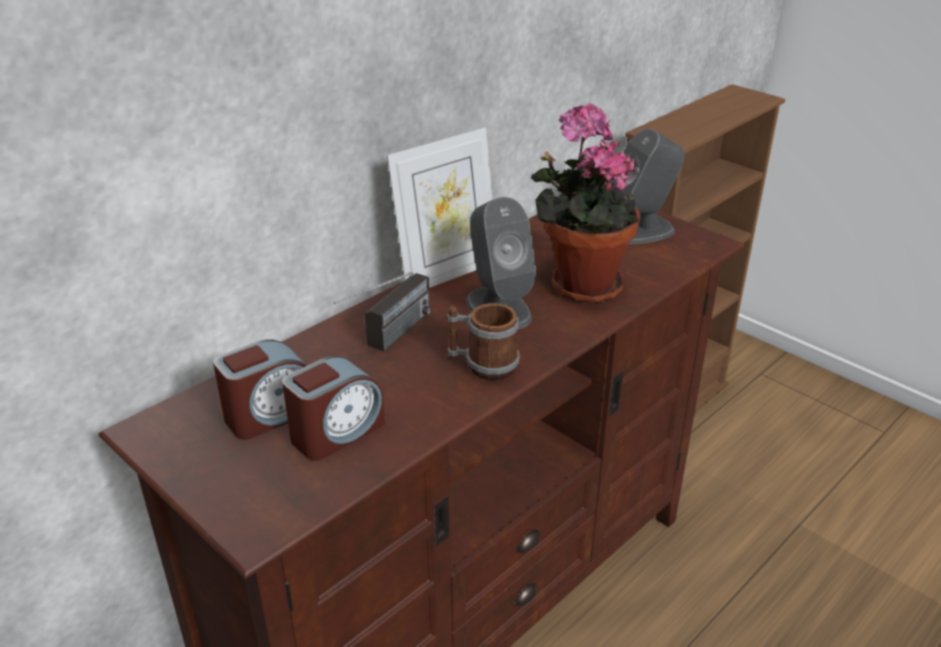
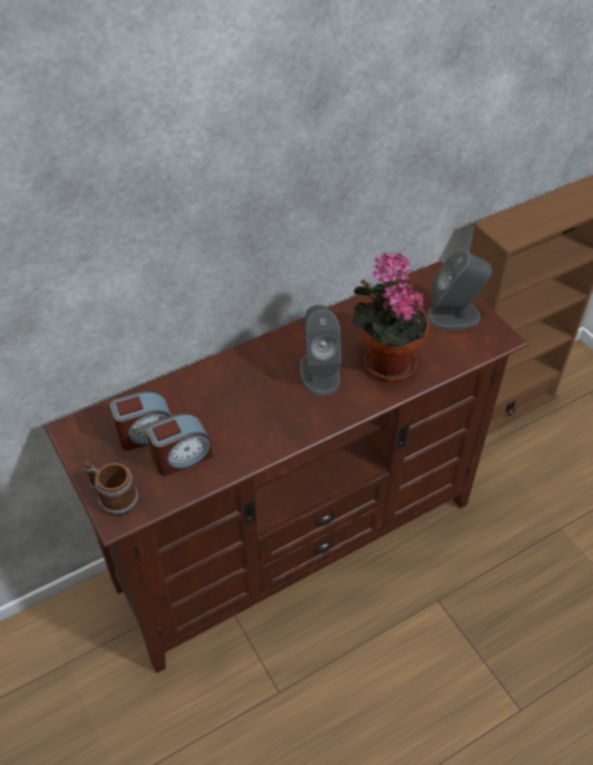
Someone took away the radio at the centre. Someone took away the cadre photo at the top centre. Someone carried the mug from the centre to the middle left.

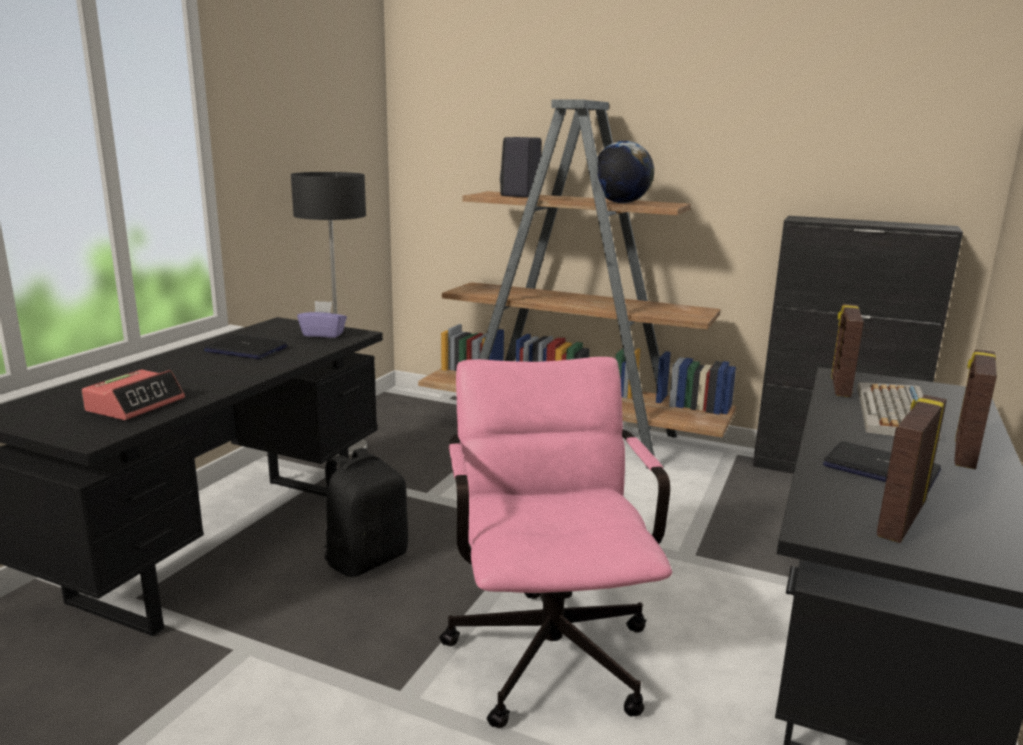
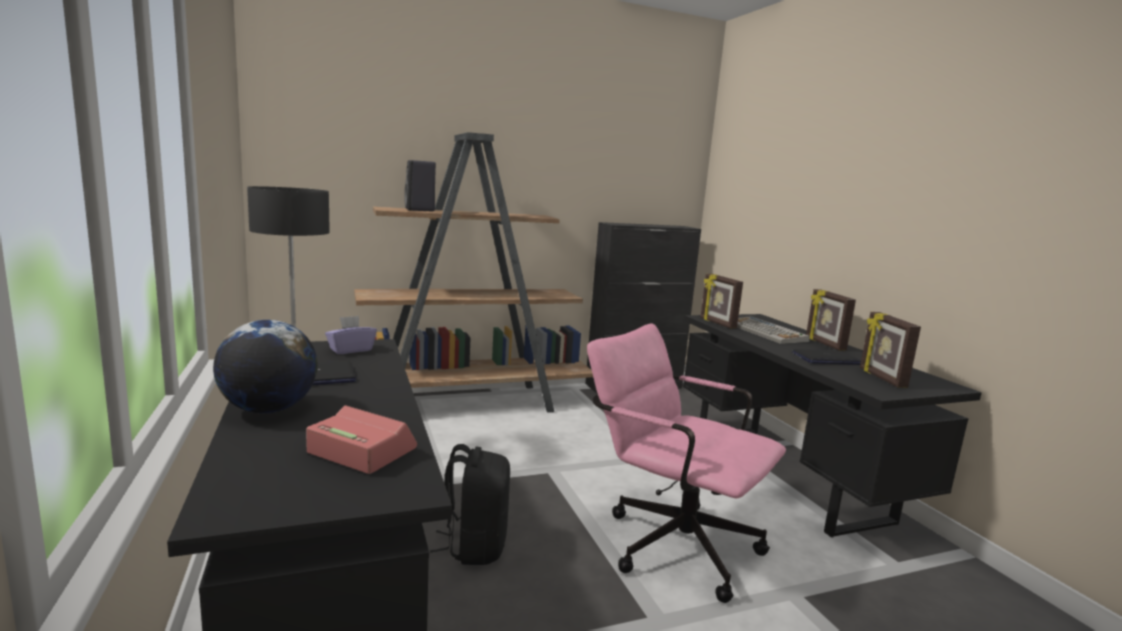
Someone rotated the réveil at the middle left by 45 degrees counterclockwise. Someone carried the globe from the top centre to the middle left.

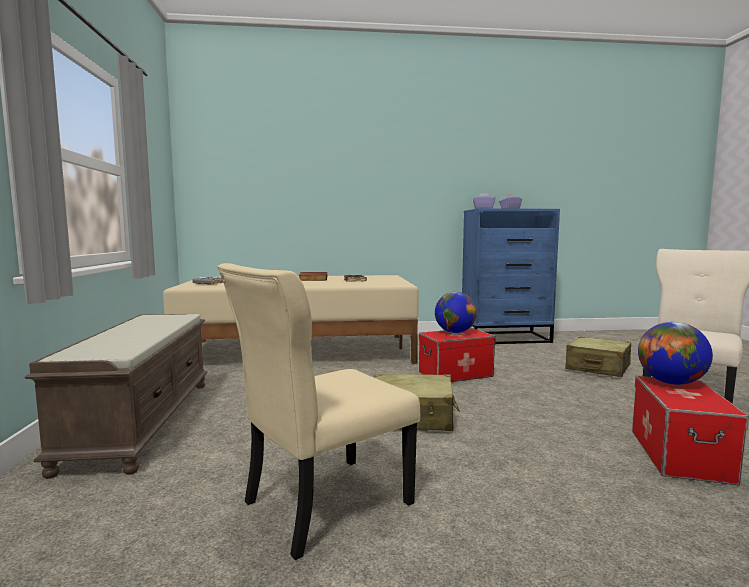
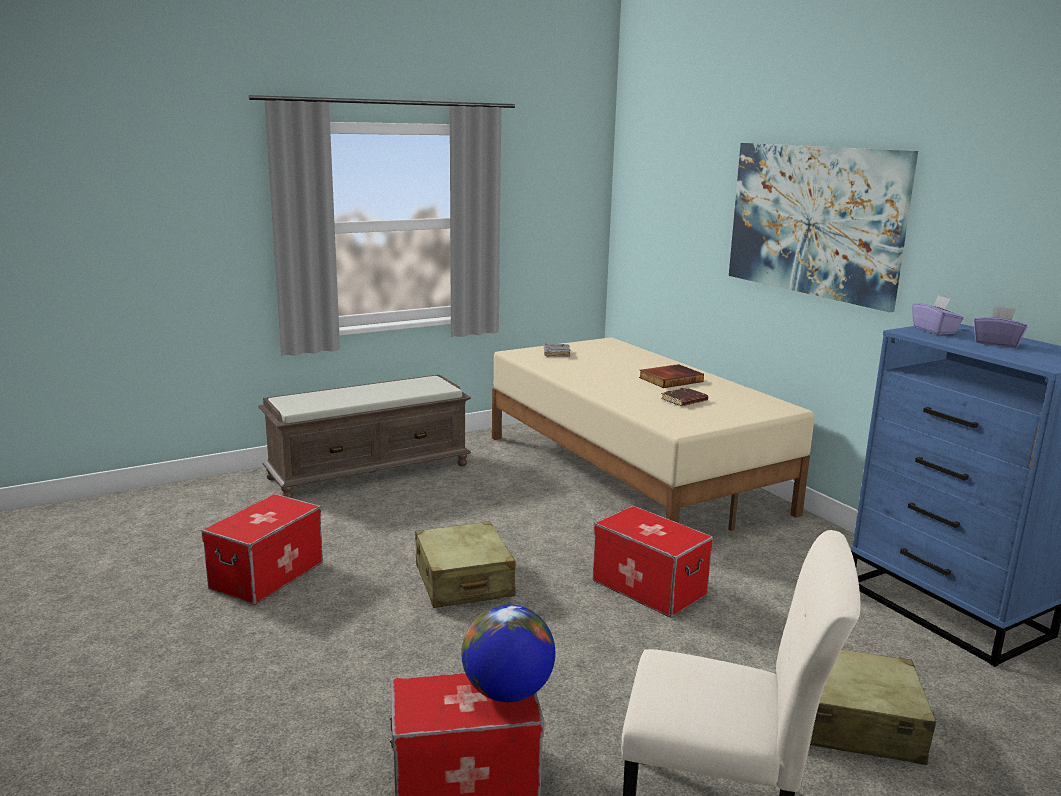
Someone swapped the chaise [beige] (1st from left) at the bottom centre for the boîte de rangement (1st from left) at the bottom left. Someone took away the globe (1st from left) at the centre. Someone put up the tableau at the top right.

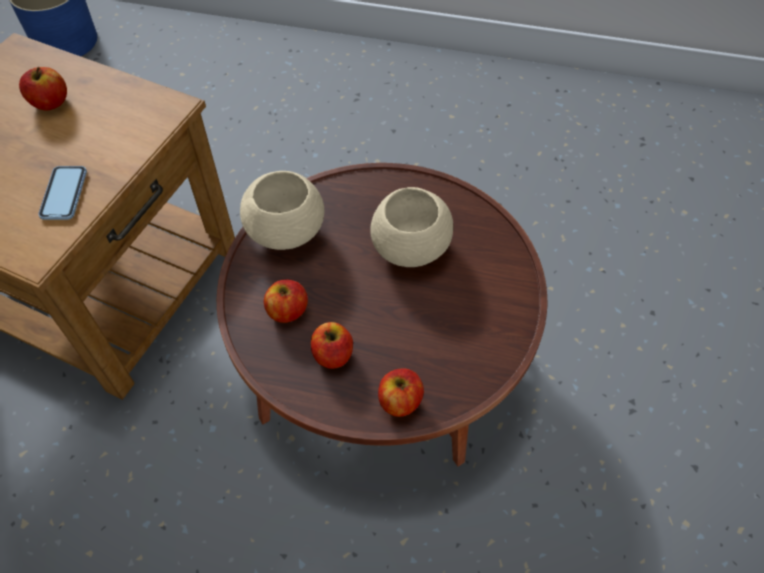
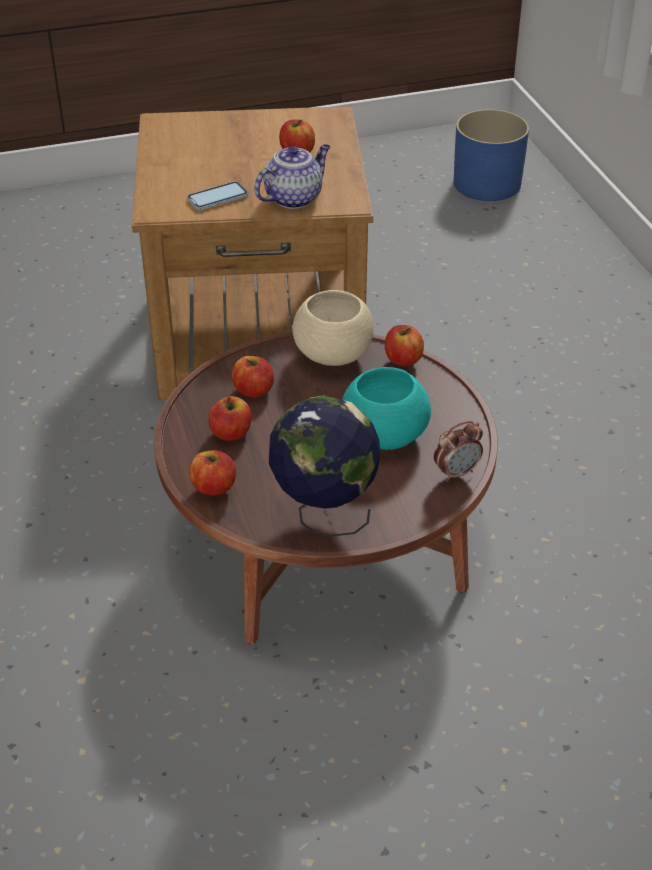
Someone repainted the bol [beige] (2nd from left) at the centre, which became the bol [turquoise] at the centre. Someone put down the théière at the top centre. Someone put down the globe at the centre. Someone put down the pomme (5th from left) at the centre. Someone put down the réveil at the middle right.

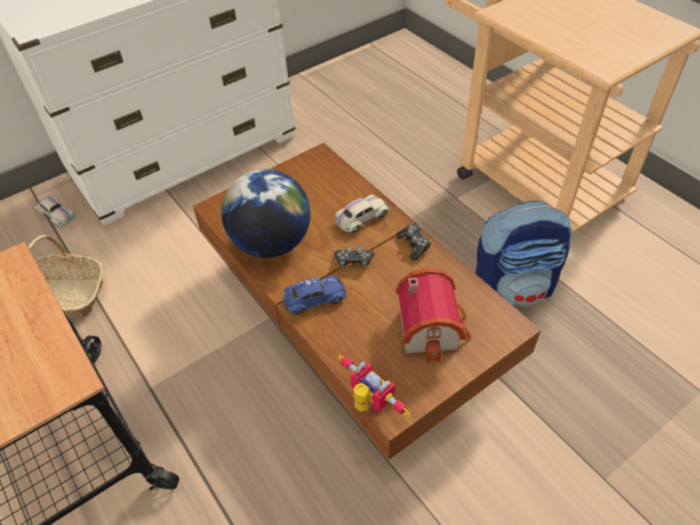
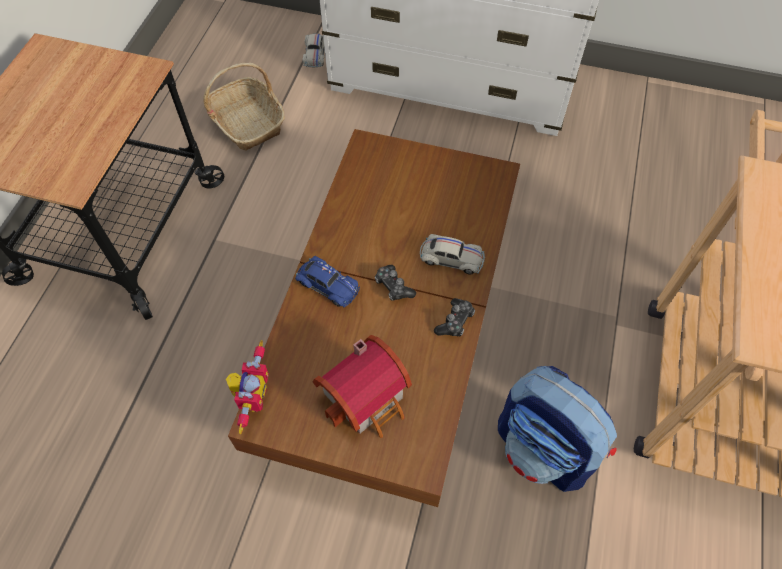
Someone took away the globe at the centre.

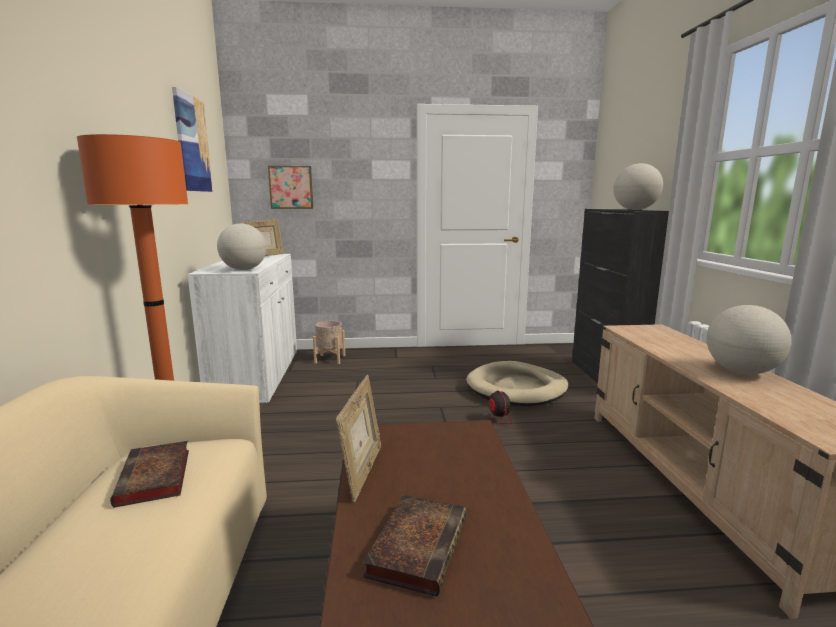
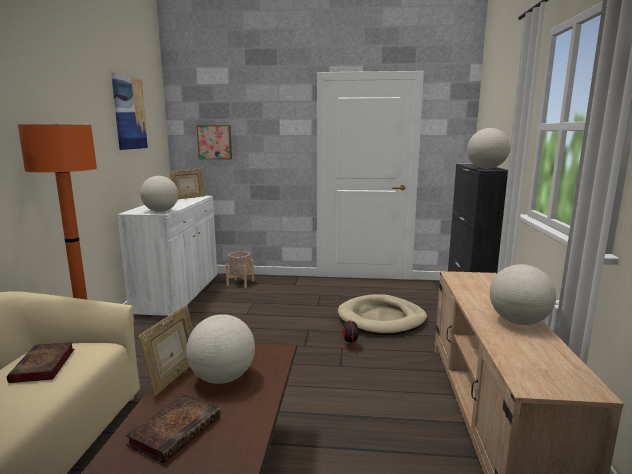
Someone put down the globe (2nd from left) at the bottom centre.

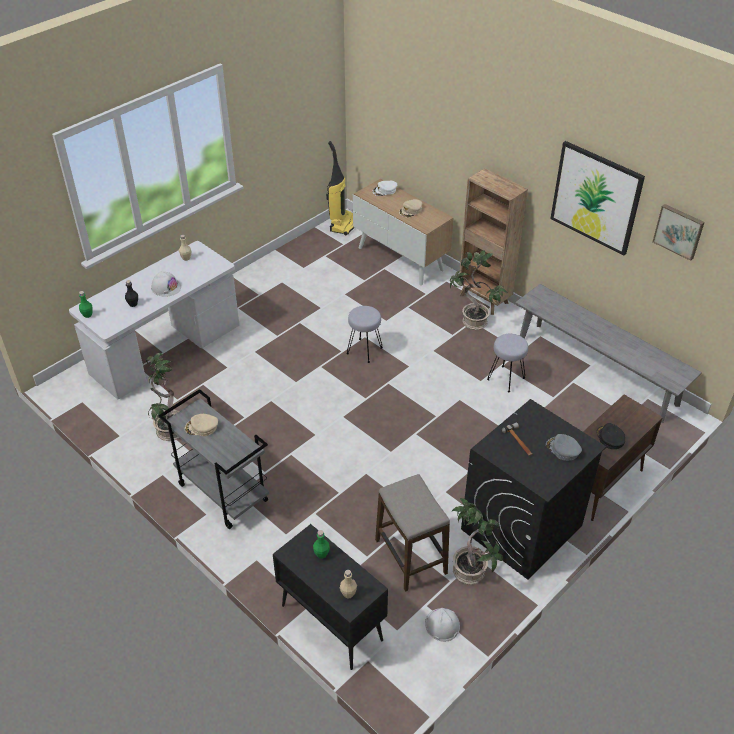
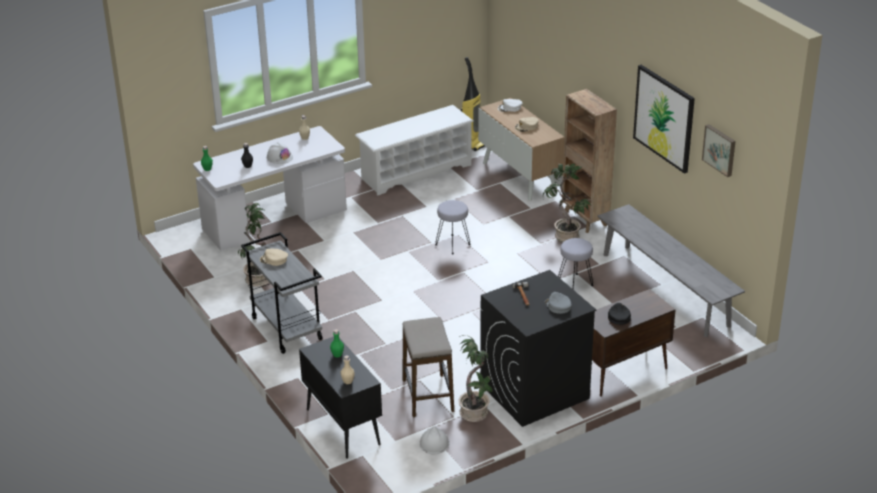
Someone put down the étagère à chaussures [blanc] at the top centre.

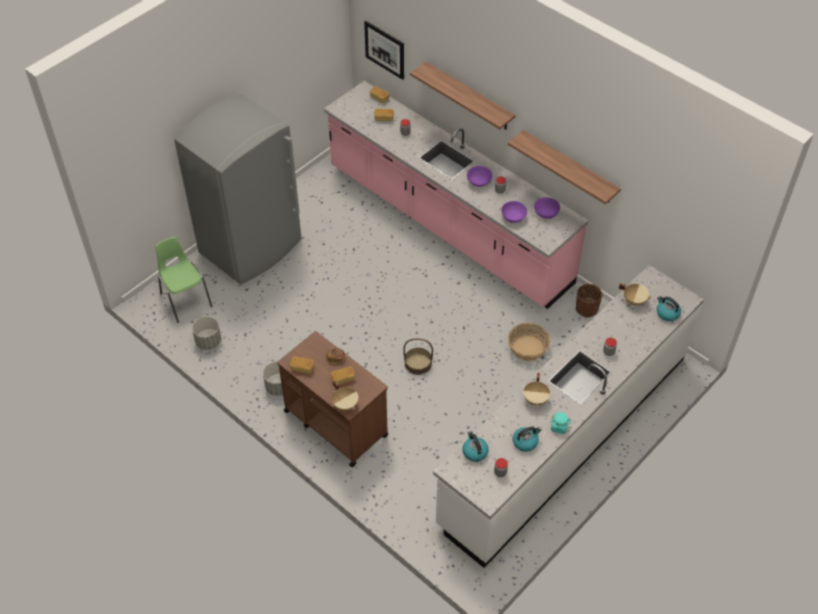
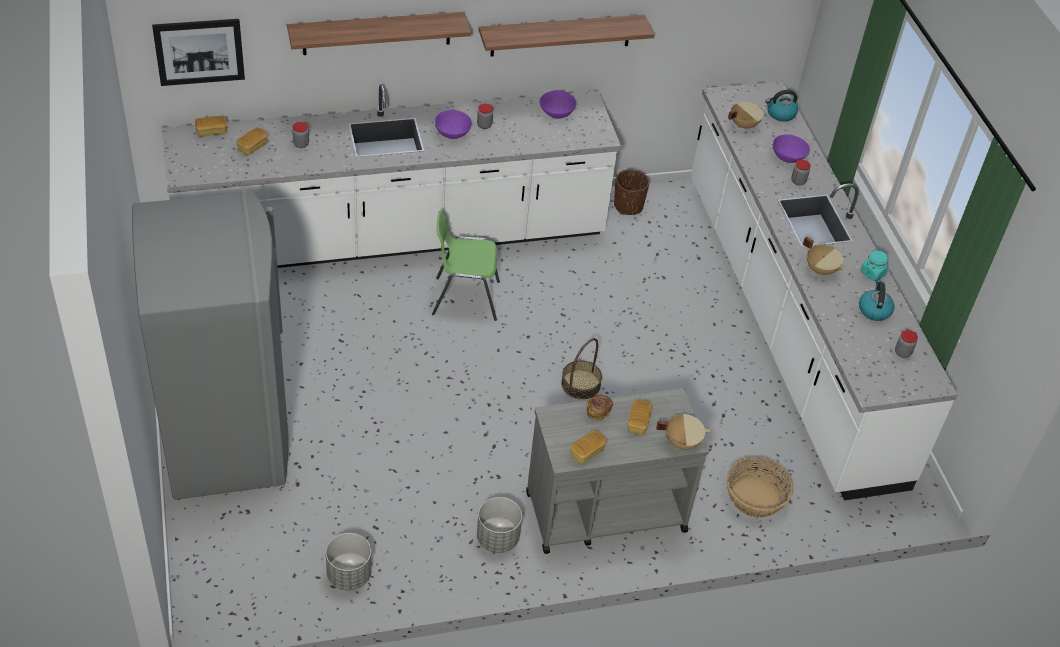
Someone carried the chaise [vert] from the middle left to the centre. Someone repainted the chariot [marron] at the centre, which became the chariot [gris] at the bottom centre. Someone repainted the comptoir de cuisine [rose] at the top centre, which became the comptoir de cuisine [blanc] (1st from left) at the top centre. Someone took away the bouilloire (1st from left) at the bottom centre. Someone carried the bol [violet] (2nd from left in the first image) from the centre to the top right. Someone carried the panier (2nd from left) from the centre to the bottom right.

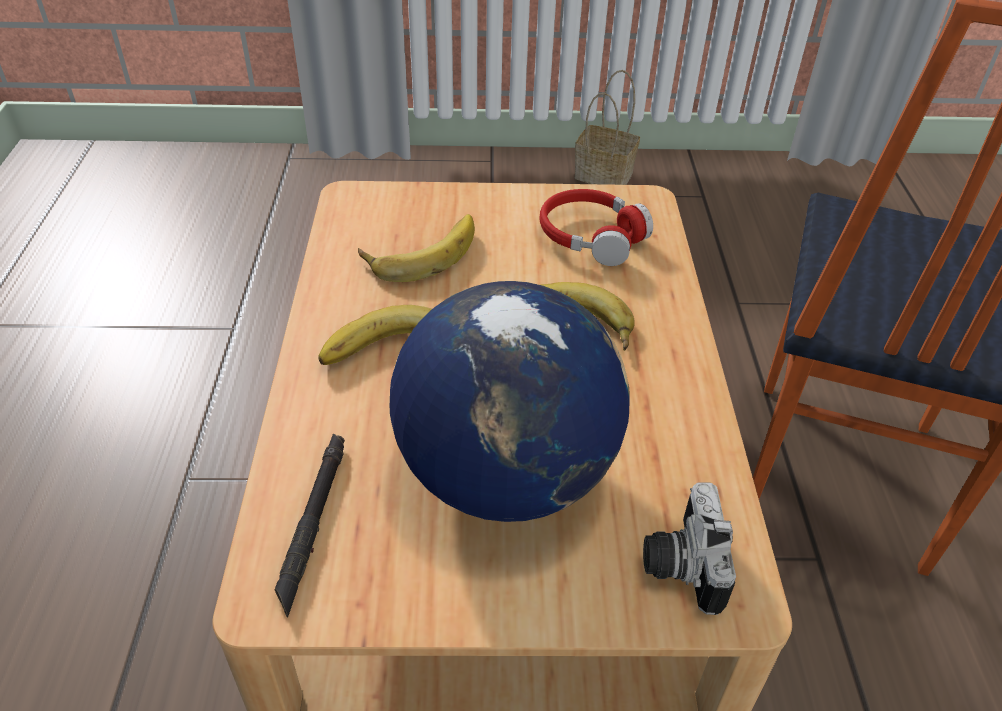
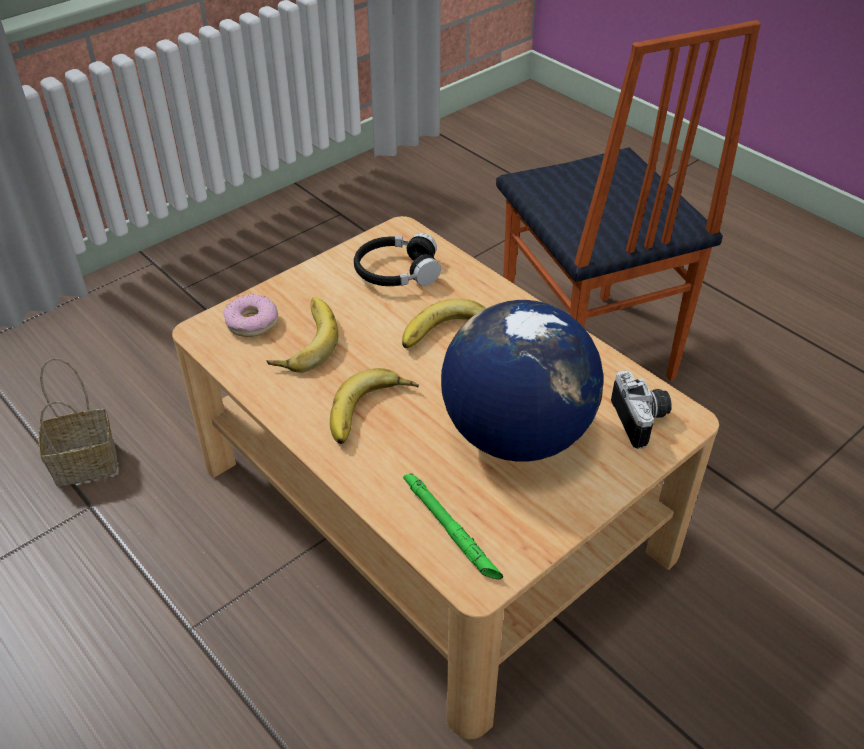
Someone repainted the lampe de poche [noir] at the bottom left, which became the lampe de poche [vert] at the bottom centre. Someone repainted the casque audio [rouge] at the top centre, which became the casque audio [noir] at the centre. Someone carried the panier from the top centre to the middle left. Someone rotated the appareil photo at the bottom right by 150 degrees counterclockwise. Someone put down the beignet at the middle left.

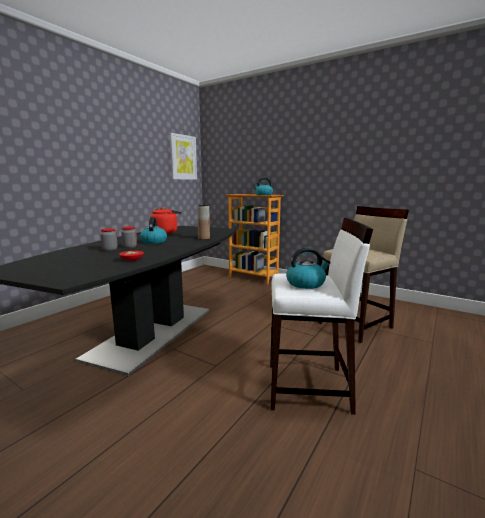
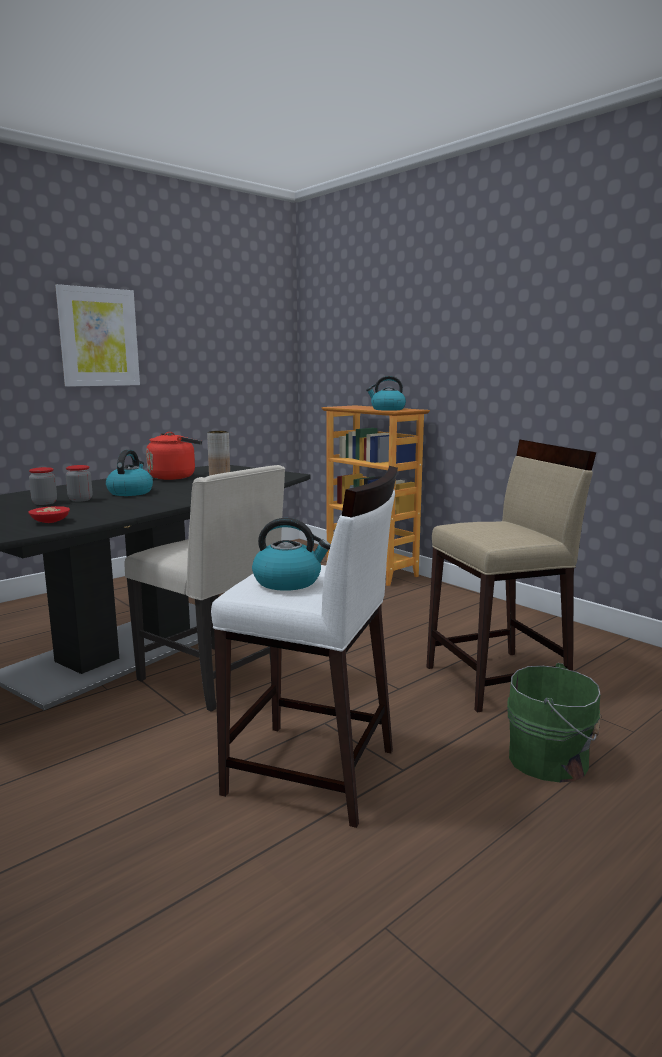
Someone carried the tableau from the top centre to the top left. Someone put down the chaise [beige] at the middle left. Someone put down the seau [vert] at the bottom right.

